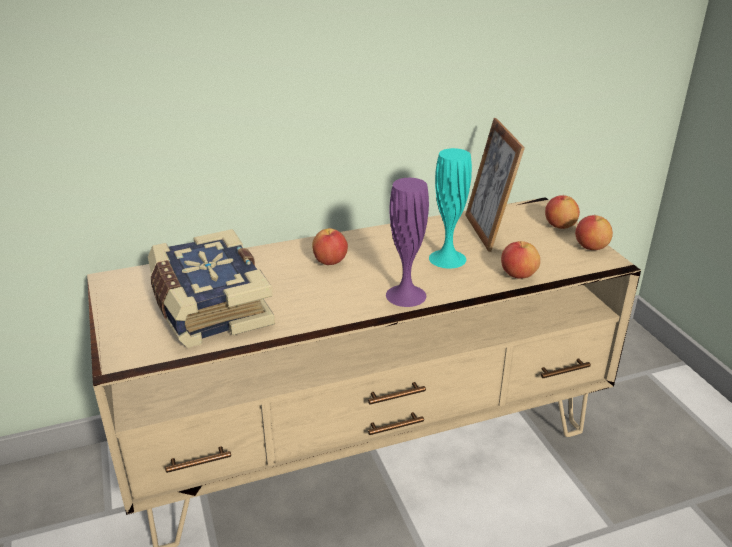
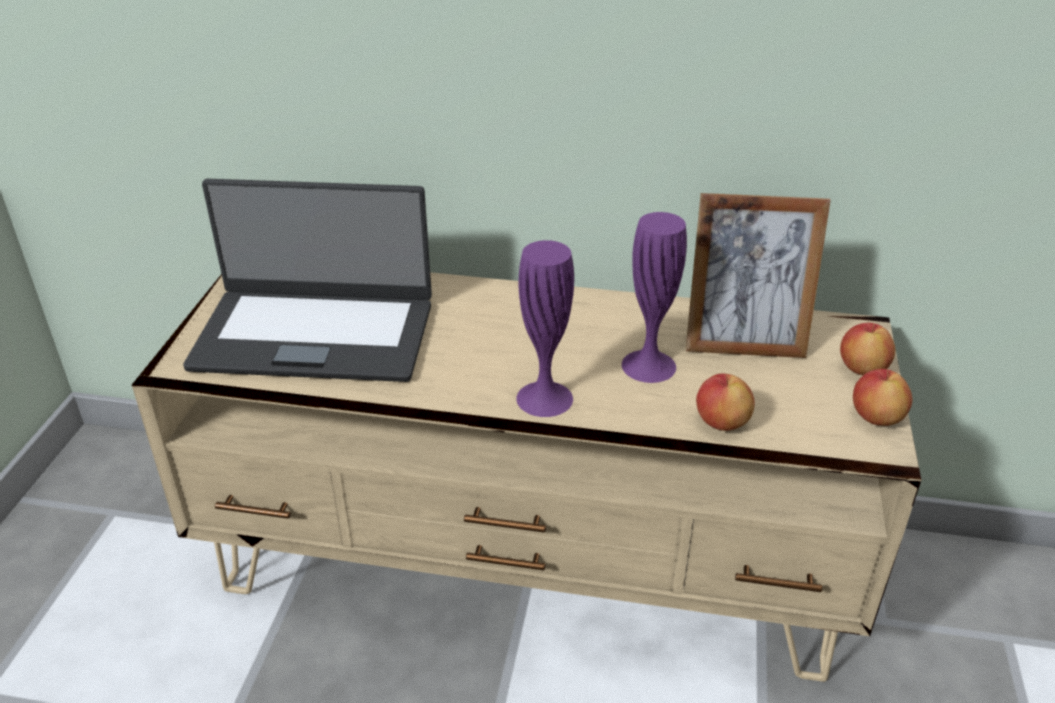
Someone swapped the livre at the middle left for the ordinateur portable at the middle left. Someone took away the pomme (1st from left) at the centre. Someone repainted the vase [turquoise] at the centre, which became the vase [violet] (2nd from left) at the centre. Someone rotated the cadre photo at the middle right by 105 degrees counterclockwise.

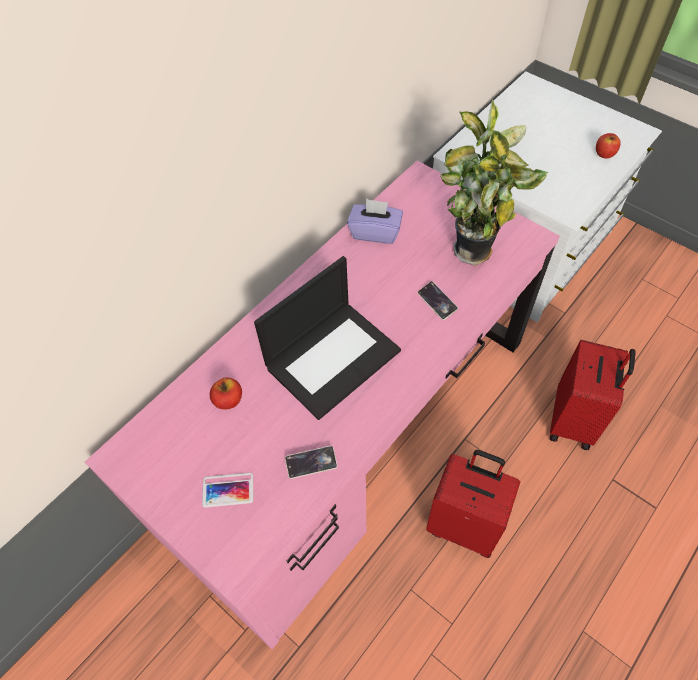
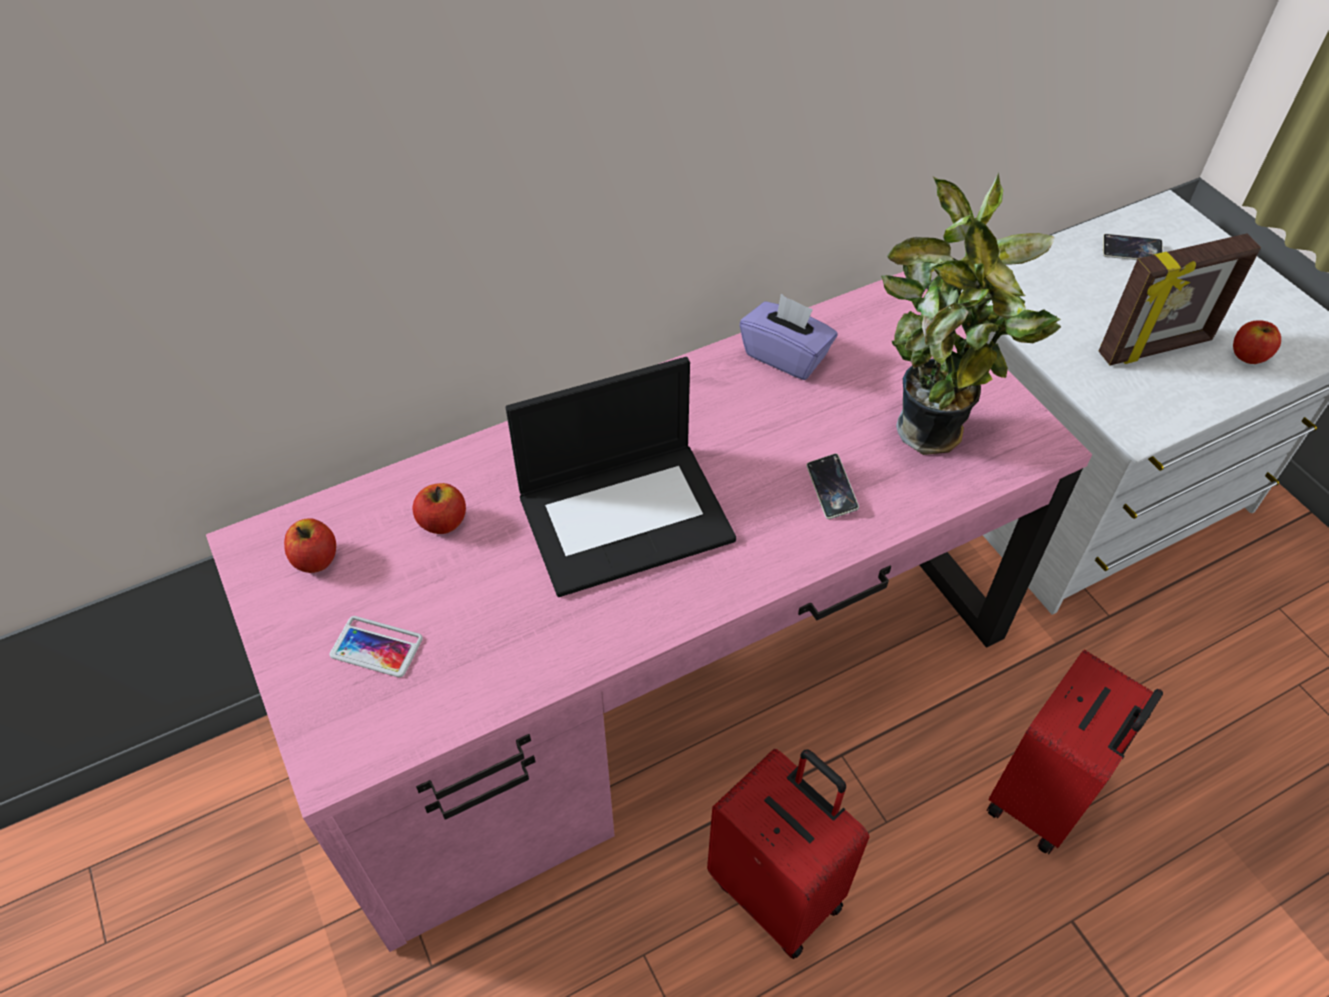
Someone carried the téléphone (2nd from left in the first image) from the bottom centre to the top right. Someone put down the pomme (1st from left) at the middle left. Someone put down the cadre photo at the top right.

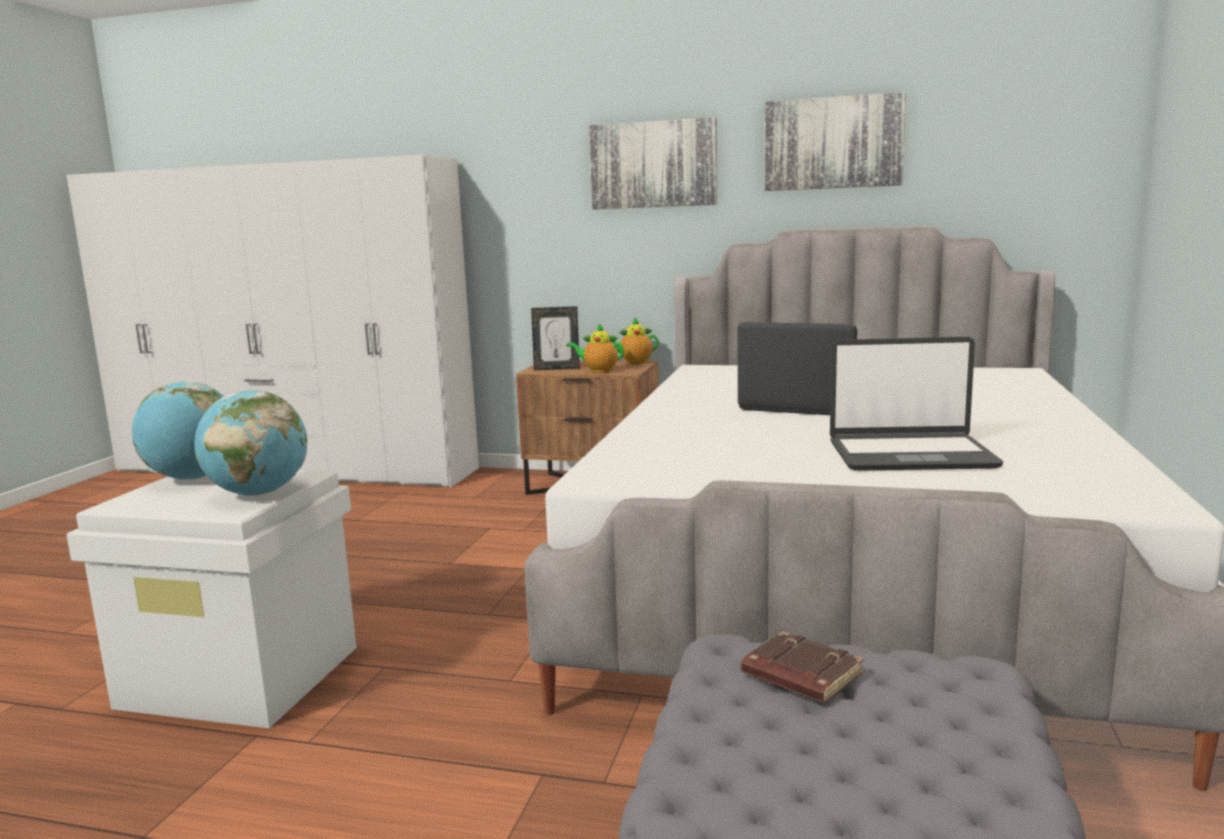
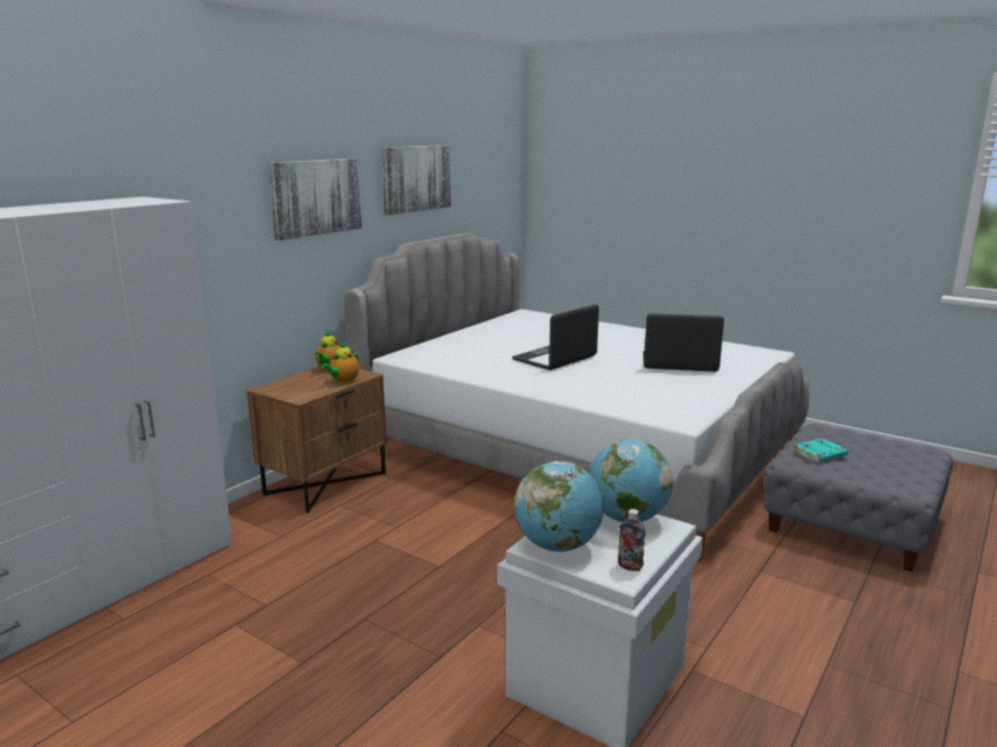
Someone took away the cadre photo at the centre. Someone repainted the livre [marron] at the bottom centre, which became the livre [turquoise] at the middle right. Someone rotated the ordinateur portable (2nd from left) at the middle right by 105 degrees counterclockwise. Someone put down the bouteille at the bottom centre.

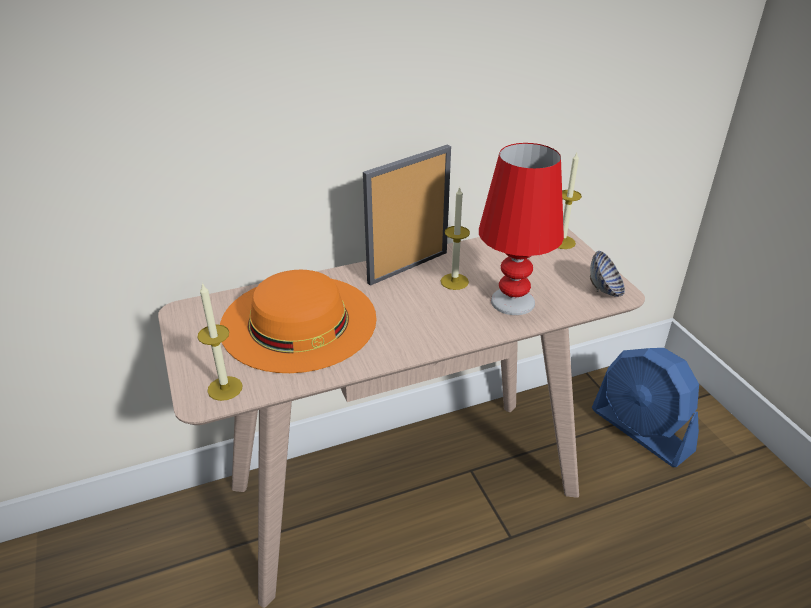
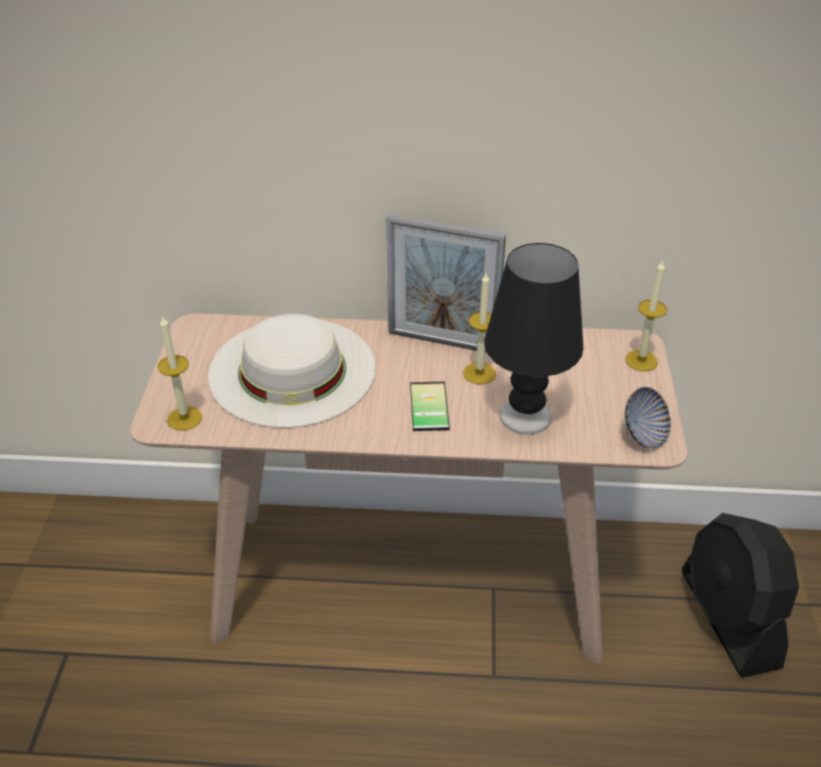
Someone repainted the chapeau [orange] at the centre, which became the chapeau [blanc] at the centre. Someone rotated the cadre photo at the centre by 150 degrees counterclockwise. Someone repainted the lampe de table [rouge] at the centre, which became the lampe de table [noir] at the centre. Someone repainted the ventilateur [bleu] at the bottom right, which became the ventilateur [noir] at the bottom right. Someone put down the téléphone at the centre.

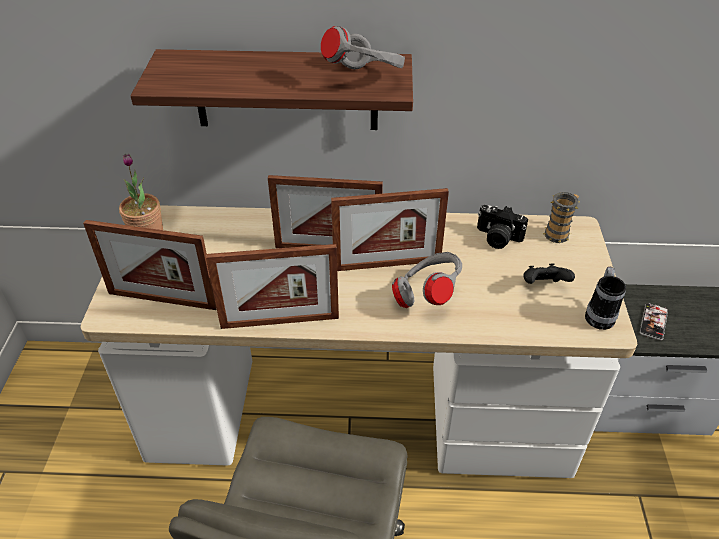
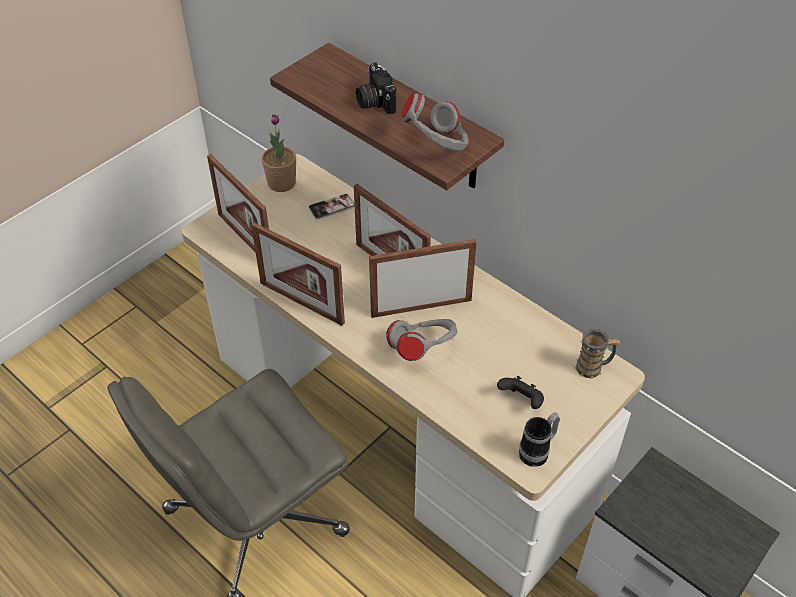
Someone rotated the cadre photo (4th from left) at the centre by 135 degrees clockwise. Someone carried the appareil photo from the middle right to the top centre. Someone carried the téléphone from the middle right to the centre.

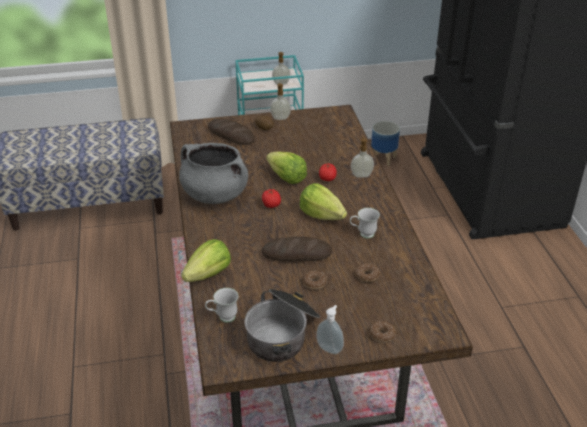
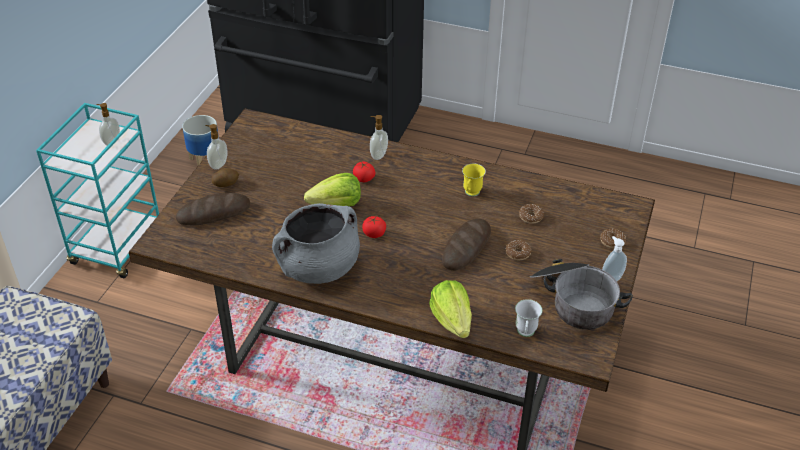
Someone took away the laitue (3rd from left) at the centre. Someone repainted the mug [blanc] (2nd from left) at the centre, which became the mug [jaune] at the centre.

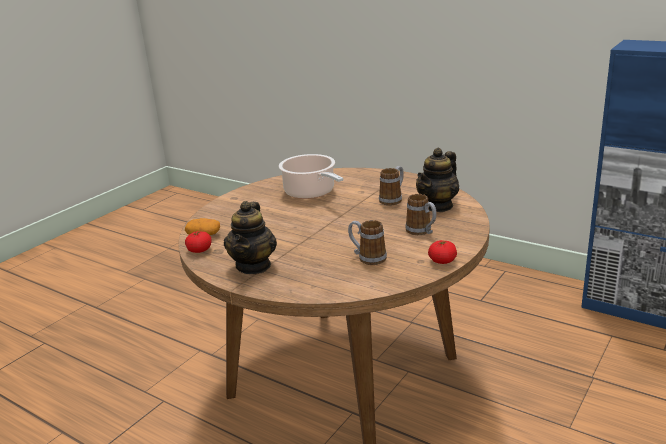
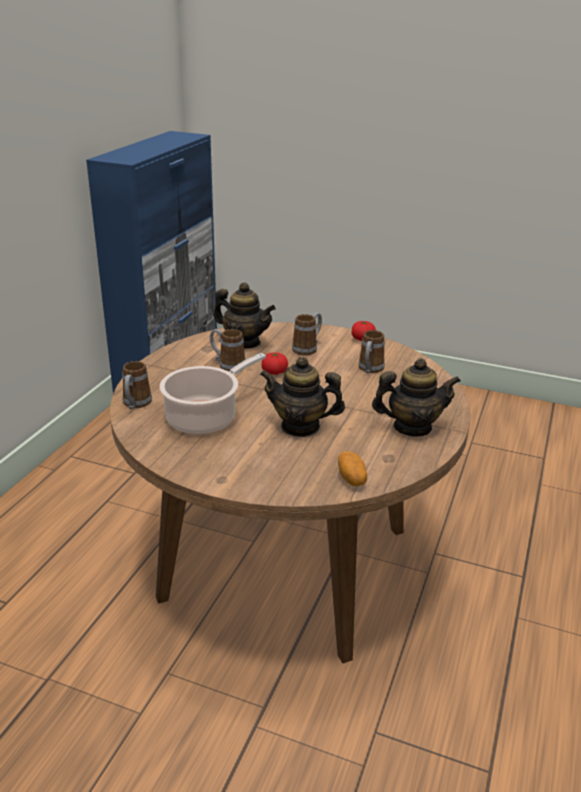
Someone carried the tomate (1st from left) from the middle left to the centre. Someone put down the mug (1st from left) at the middle left. Someone put down the théière (2nd from left) at the centre.

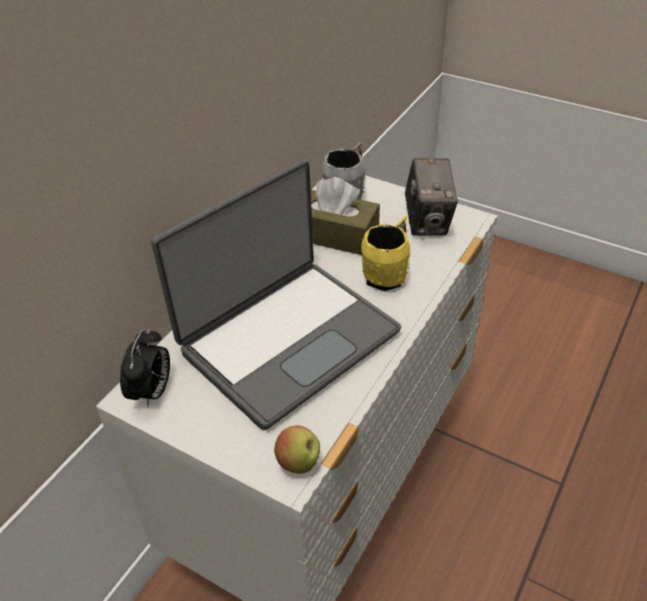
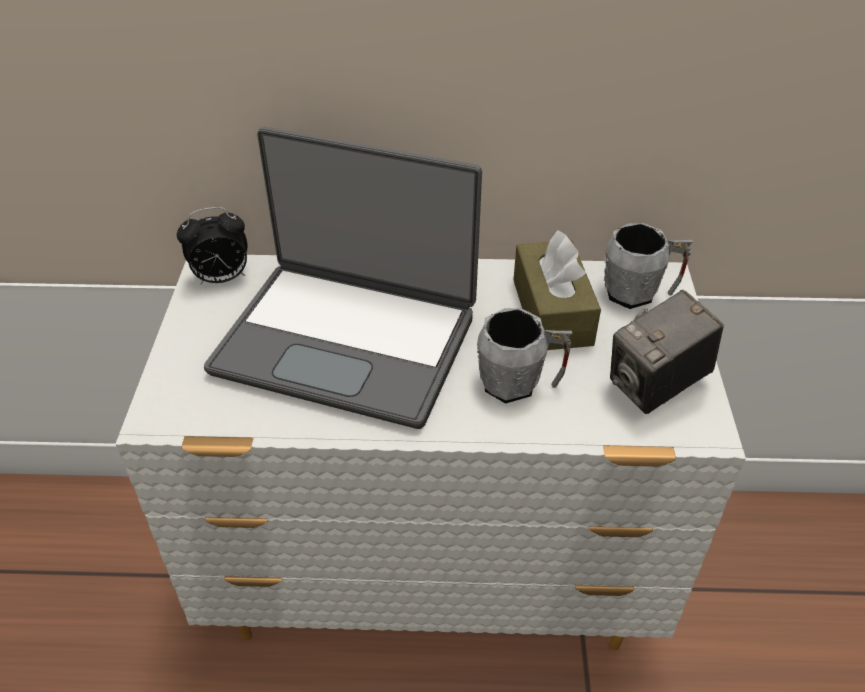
Someone took away the pomme at the bottom centre. Someone repainted the mug [jaune] at the centre, which became the mug [gris] (1st from left) at the centre.

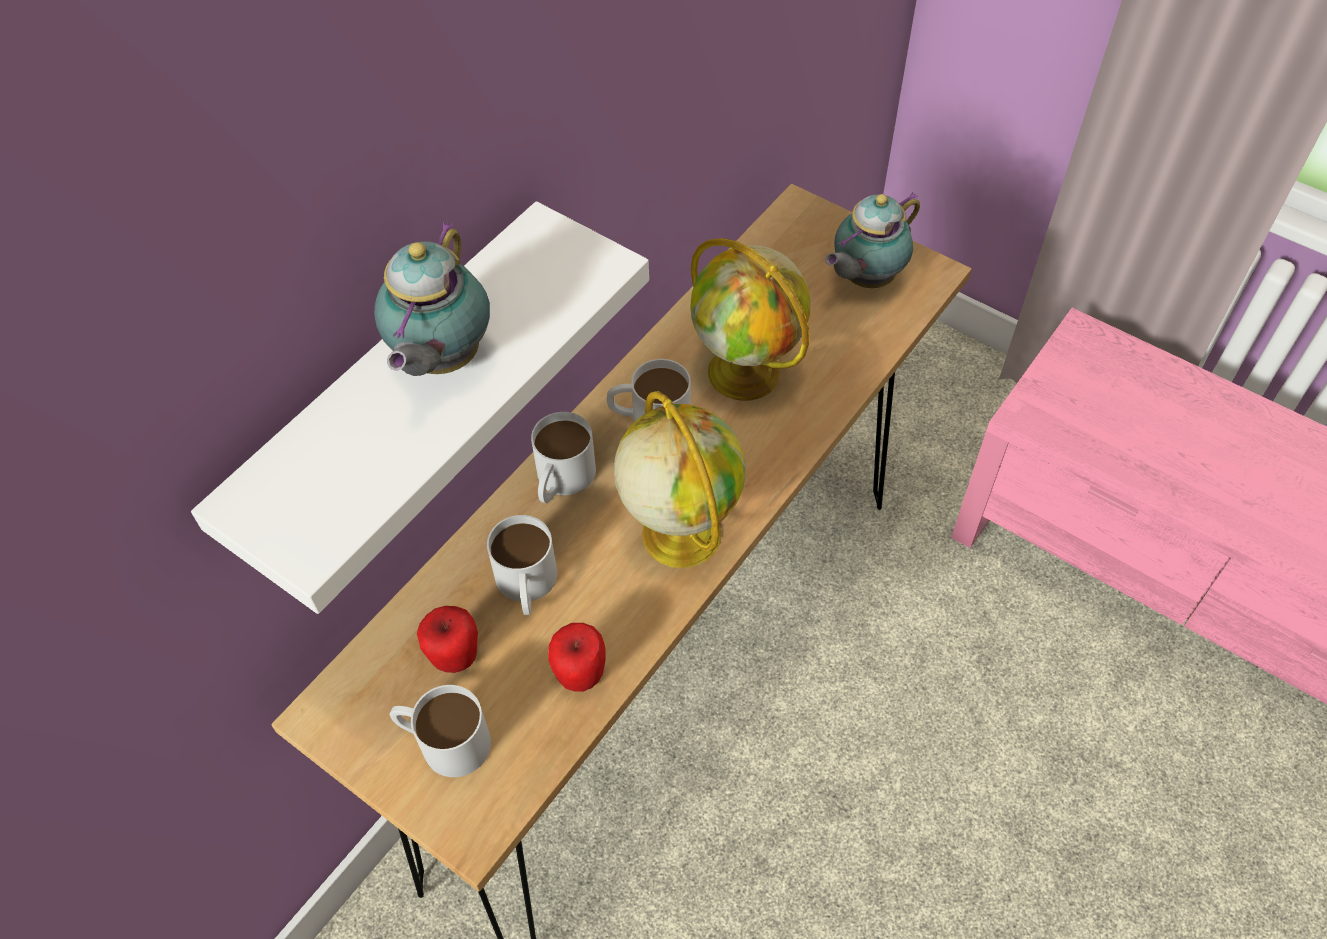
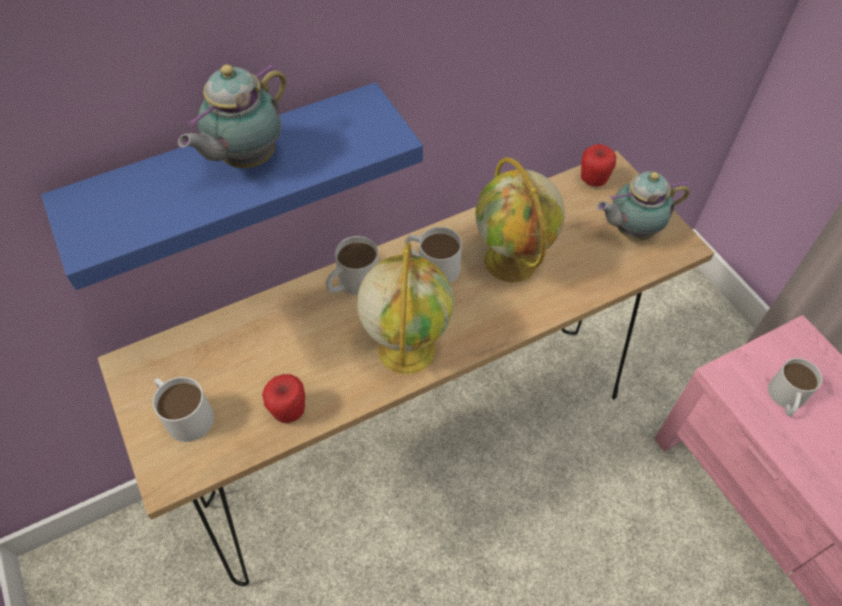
Someone repainted the étagère [blanc] at the middle left, which became the étagère [bleu] at the top left. Someone carried the pomme (1st from left in the first image) from the bottom centre to the top right. Someone carried the mug [blanc] (2nd from left in the first image) from the centre to the middle right.

